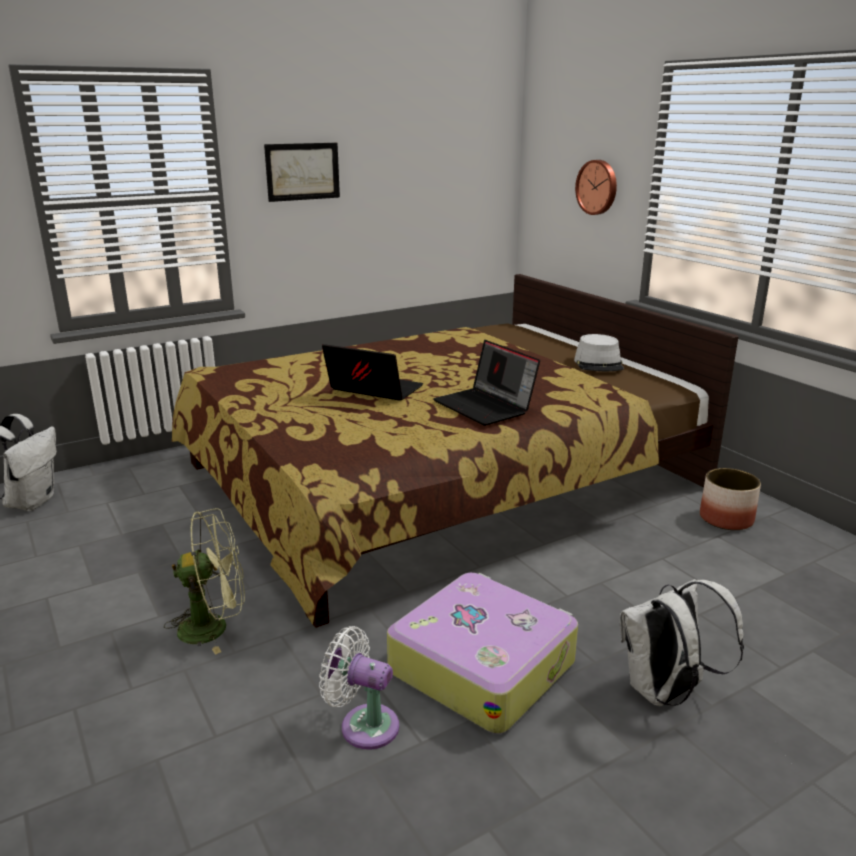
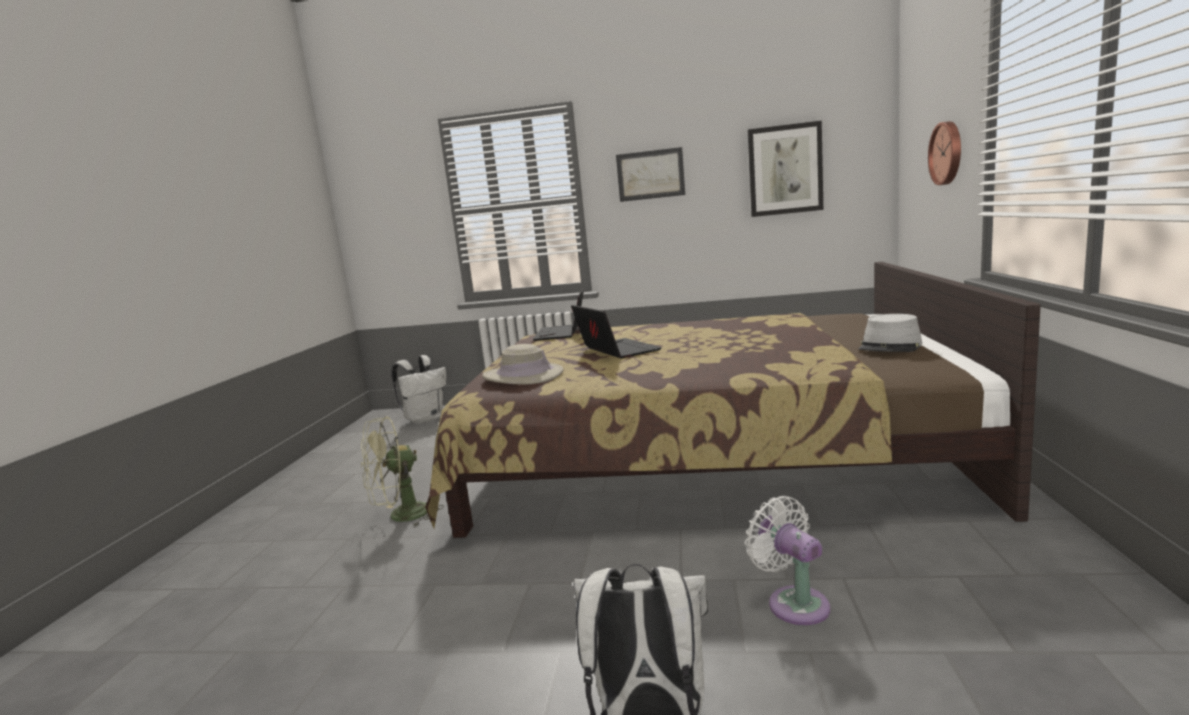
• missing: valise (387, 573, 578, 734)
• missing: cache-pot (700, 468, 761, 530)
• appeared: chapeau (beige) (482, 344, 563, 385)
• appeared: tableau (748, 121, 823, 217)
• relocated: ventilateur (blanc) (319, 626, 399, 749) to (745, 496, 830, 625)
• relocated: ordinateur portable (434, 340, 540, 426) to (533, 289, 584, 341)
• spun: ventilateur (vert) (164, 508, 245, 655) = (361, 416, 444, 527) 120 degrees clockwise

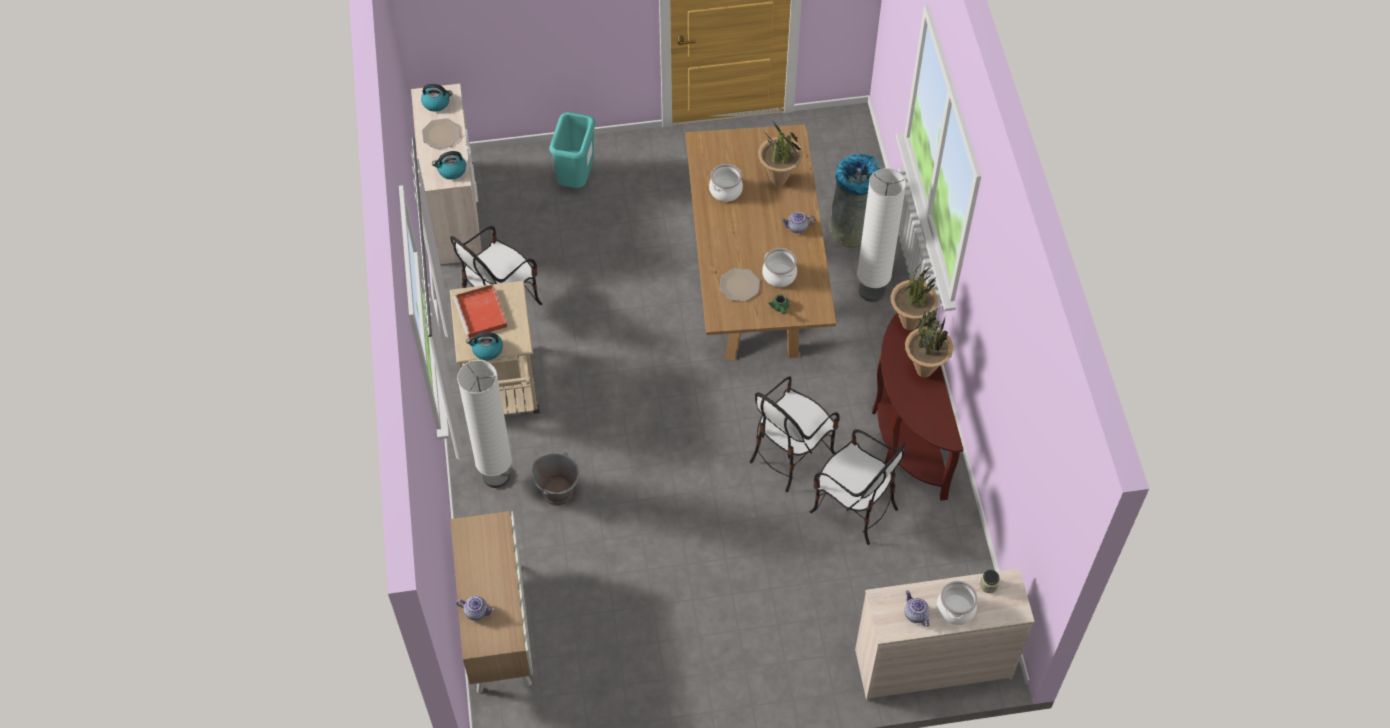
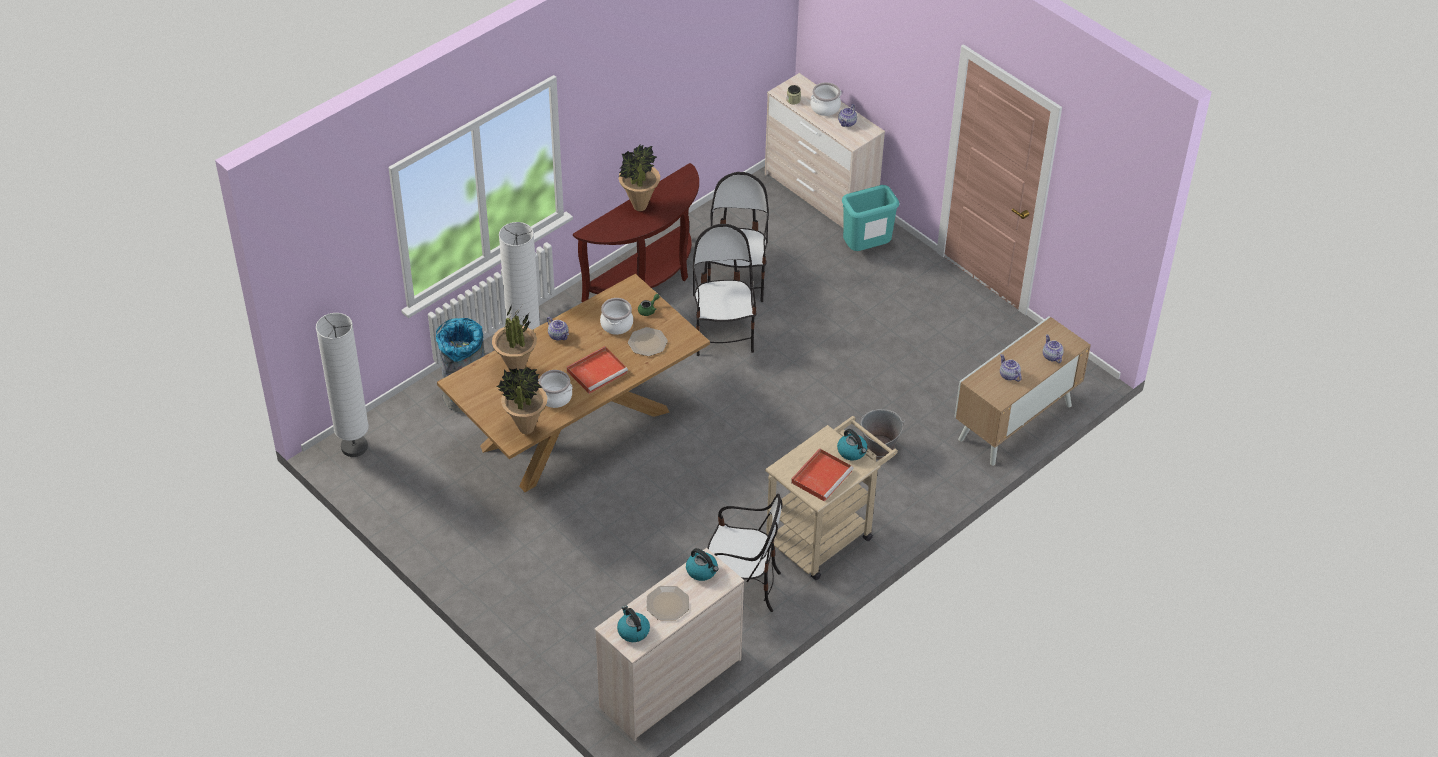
• appeared: plateau (rouge) (567, 346, 628, 394)
• appeared: théière (1000, 354, 1021, 382)
• relocated: lampadaire (blanc) (457, 360, 512, 488) to (316, 313, 369, 457)
• relocated: poubelle (turquoise) (549, 112, 596, 188) to (842, 185, 900, 251)
• relocated: plante en pot (890, 265, 938, 330) to (496, 367, 547, 434)
• spun: chaise (750, 376, 839, 492) = (693, 224, 757, 356) 105 degrees counterclockwise

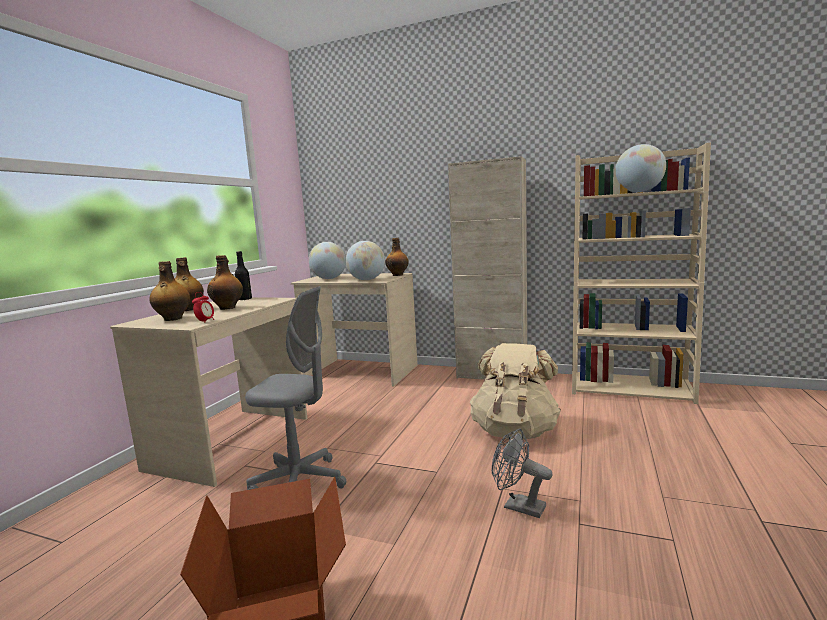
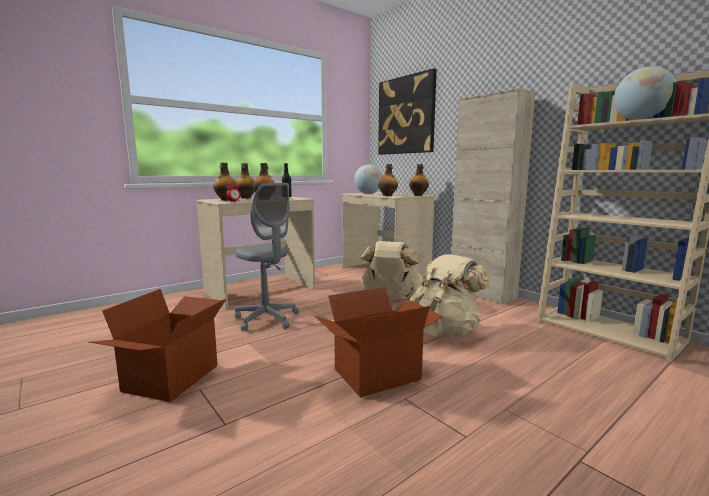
• appeared: sac à dos (beige) (361, 241, 423, 300)
• appeared: tableau (378, 68, 437, 155)
• exchanged: globe (346, 241, 385, 280) to bouteille (378, 164, 398, 196)
• exchanged: ventilateur (gris) (492, 428, 552, 518) to carton (313, 287, 443, 398)

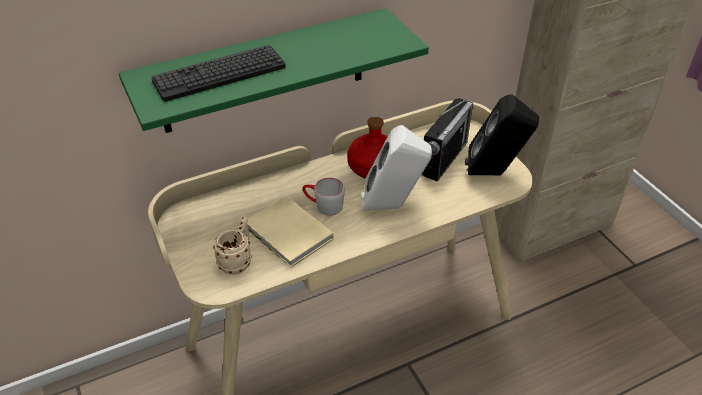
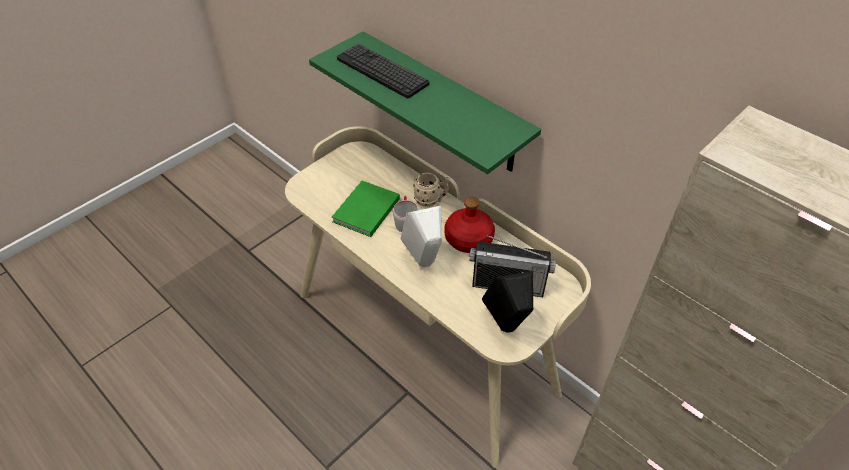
• relocated: mug (beige) (213, 217, 251, 275) to (413, 173, 450, 207)
• colour: livre (beige) (247, 196, 334, 268) to livre (vert) (332, 181, 400, 237)

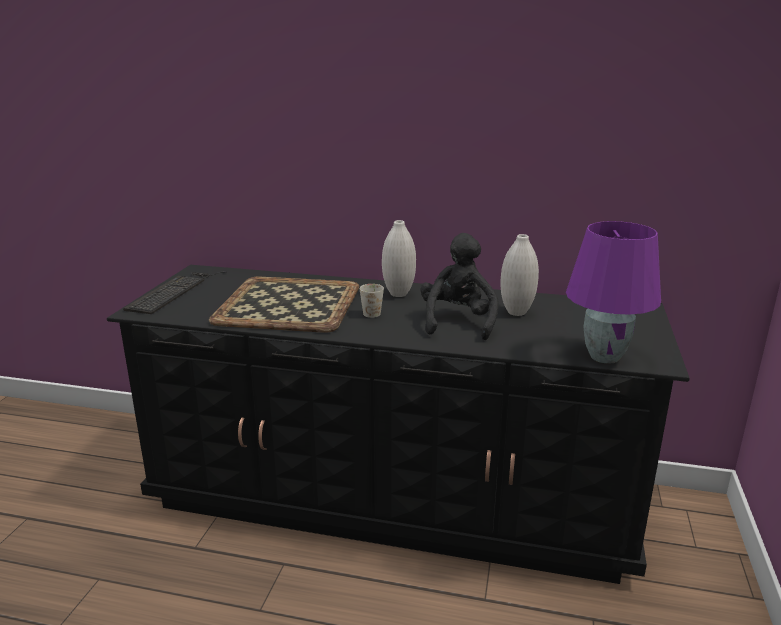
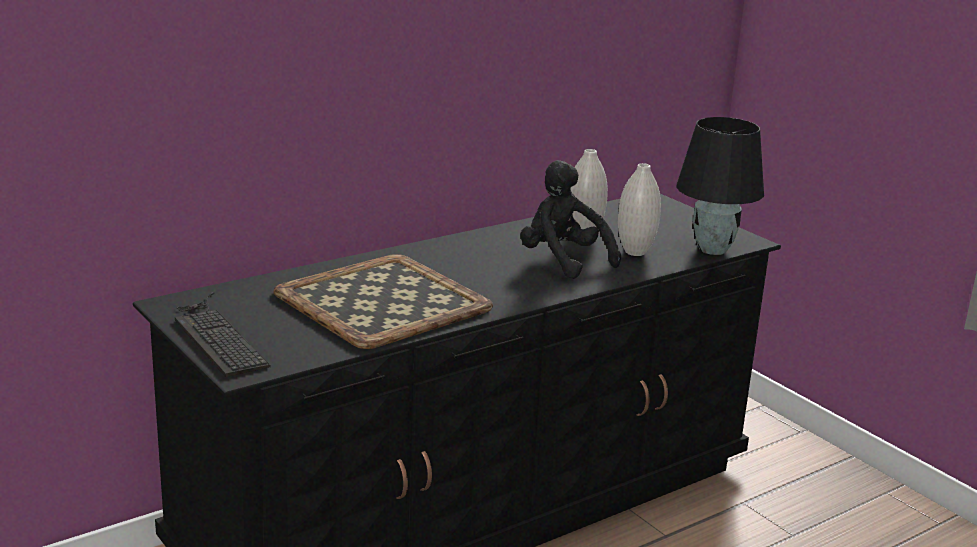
• missing: mug (blanc) (360, 284, 384, 318)
• relocated: vase (blanc) (382, 220, 416, 297) to (618, 163, 661, 256)
• colour: lampe de table (violet) (566, 221, 661, 364) to lampe de table (noir) (676, 117, 764, 255)

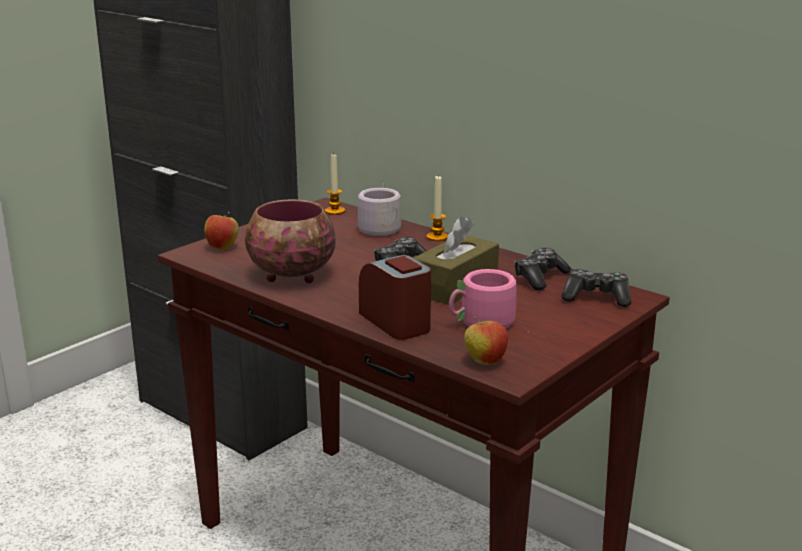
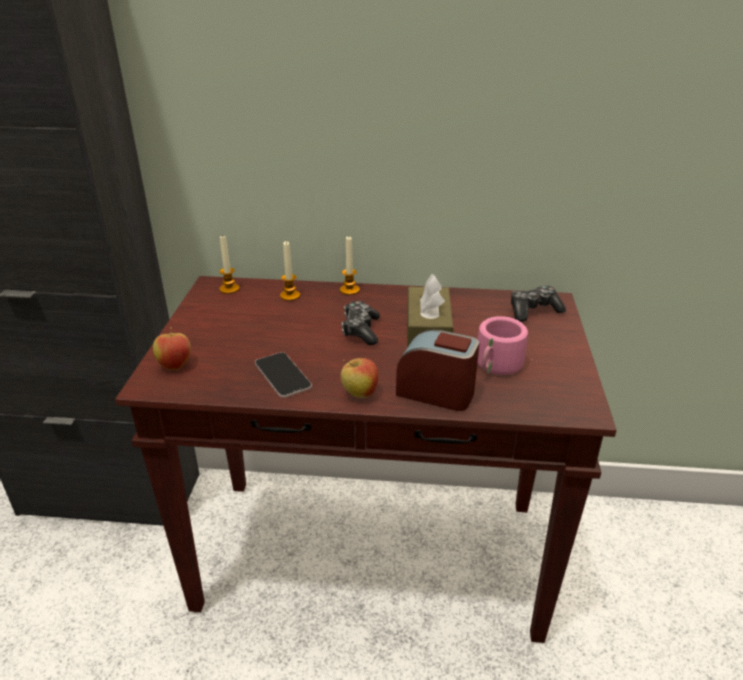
• missing: manette (514, 248, 571, 290)
• relocated: pomme (464, 317, 508, 365) to (340, 358, 378, 398)
• exchanged: bol (245, 199, 336, 283) to téléphone (255, 352, 312, 398)
• exchanged: mug (gris) (349, 184, 401, 237) to bougie (280, 241, 300, 301)

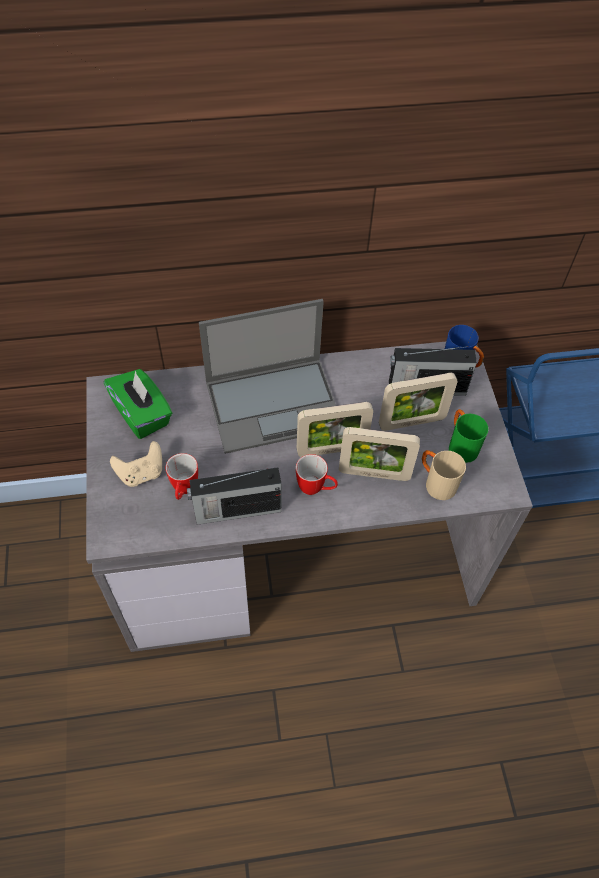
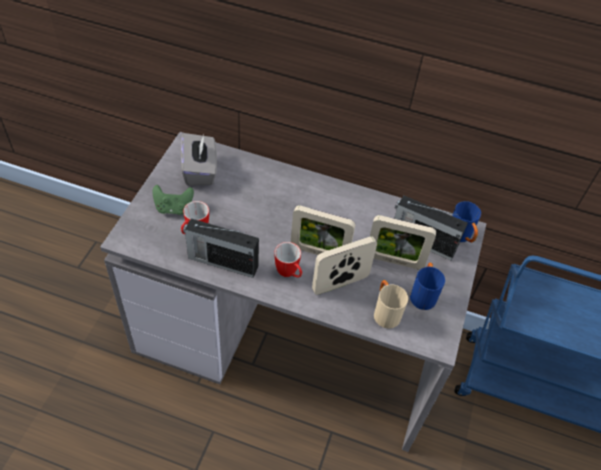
• missing: ordinateur portable (199, 299, 336, 454)
• colour: boîte à mouchoirs (vert) (104, 369, 172, 439) to boîte à mouchoirs (gris) (181, 133, 217, 186)
• colour: manette (beige) (110, 441, 162, 487) to manette (vert) (153, 185, 194, 215)
• colour: mug (vert) (449, 409, 488, 463) to mug (bleu) (410, 263, 445, 310)
• spun: cadre photo (339, 427, 420, 481) = (312, 236, 377, 295) 120 degrees clockwise

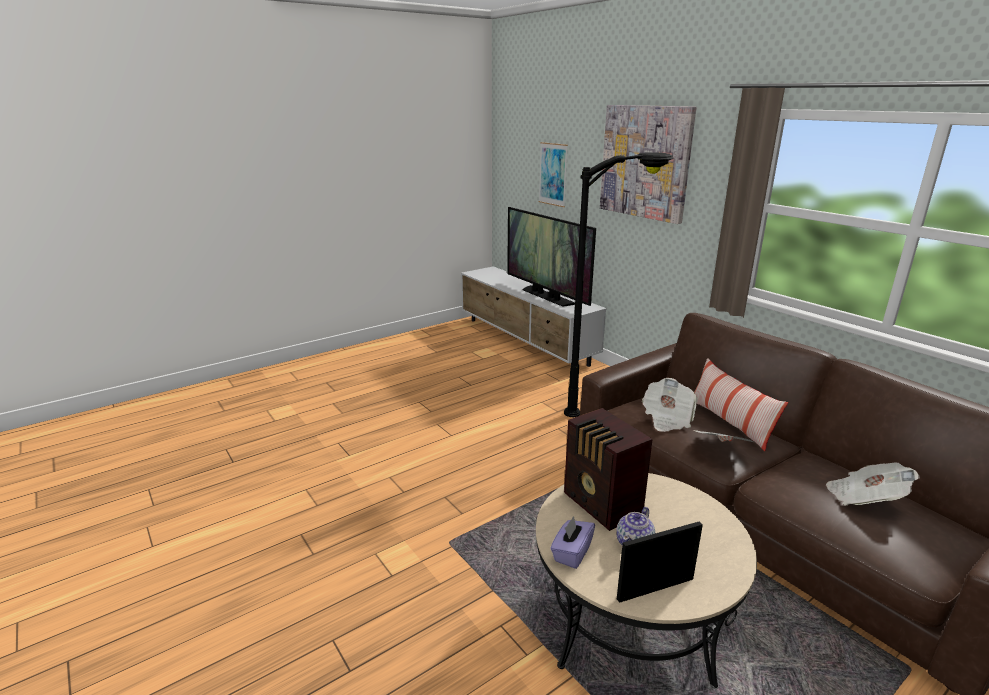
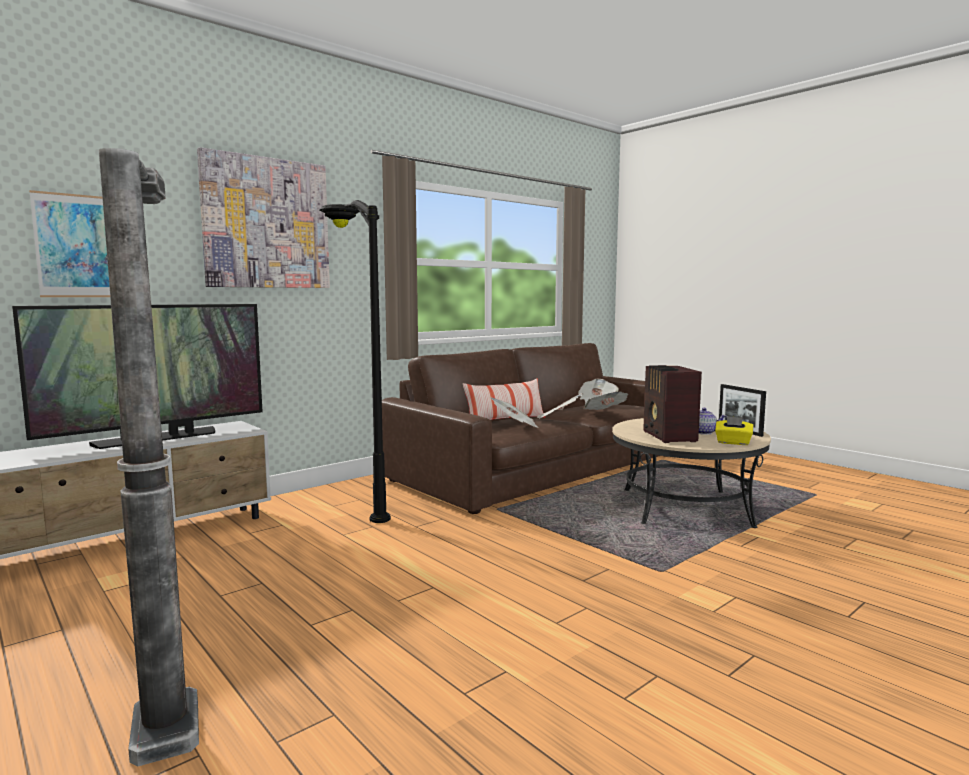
• appeared: lampadaire (99, 148, 199, 766)
• appeared: journal (584, 391, 628, 410)
• colour: boîte à mouchoirs (violet) (551, 516, 595, 569) to boîte à mouchoirs (jaune) (715, 416, 753, 445)
• spun: radio (564, 408, 653, 531) = (643, 365, 702, 443) 120 degrees clockwise

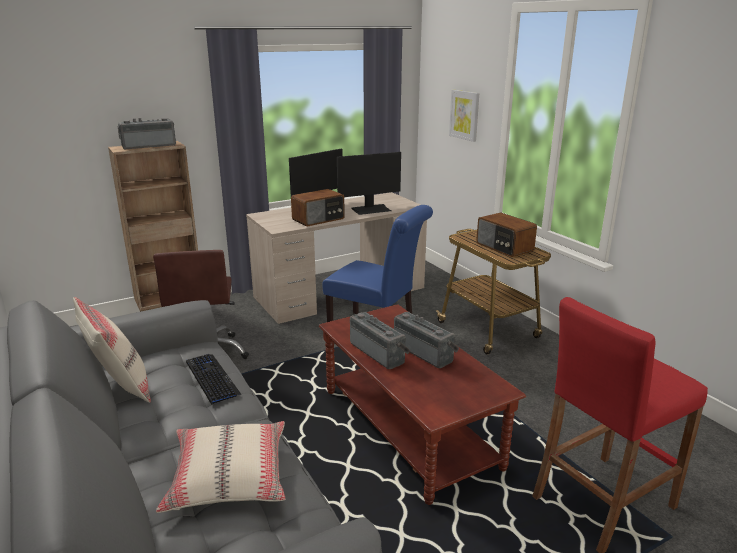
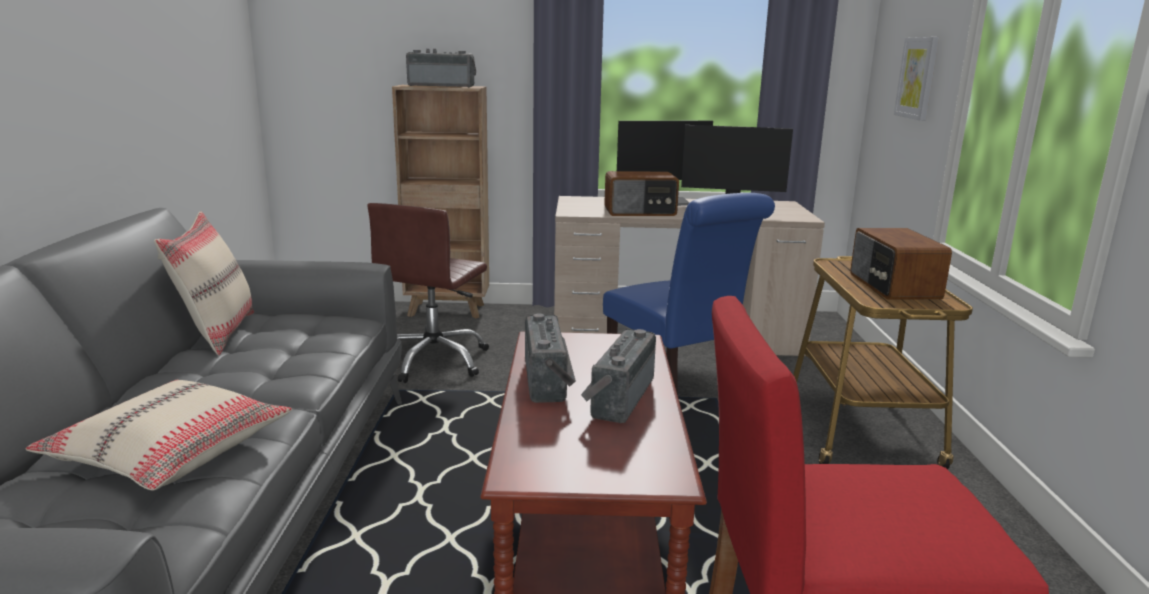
• missing: clavier (186, 354, 242, 404)
• spun: radio (394, 312, 459, 368) = (581, 329, 656, 423) 150 degrees counterclockwise

